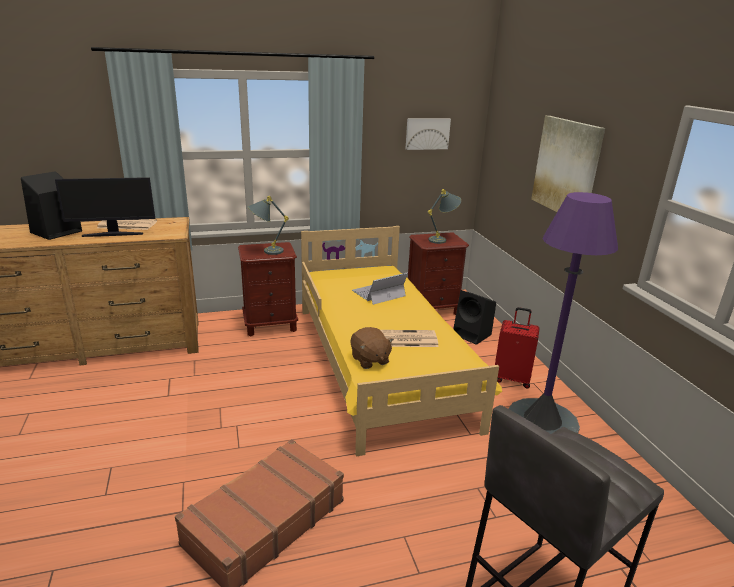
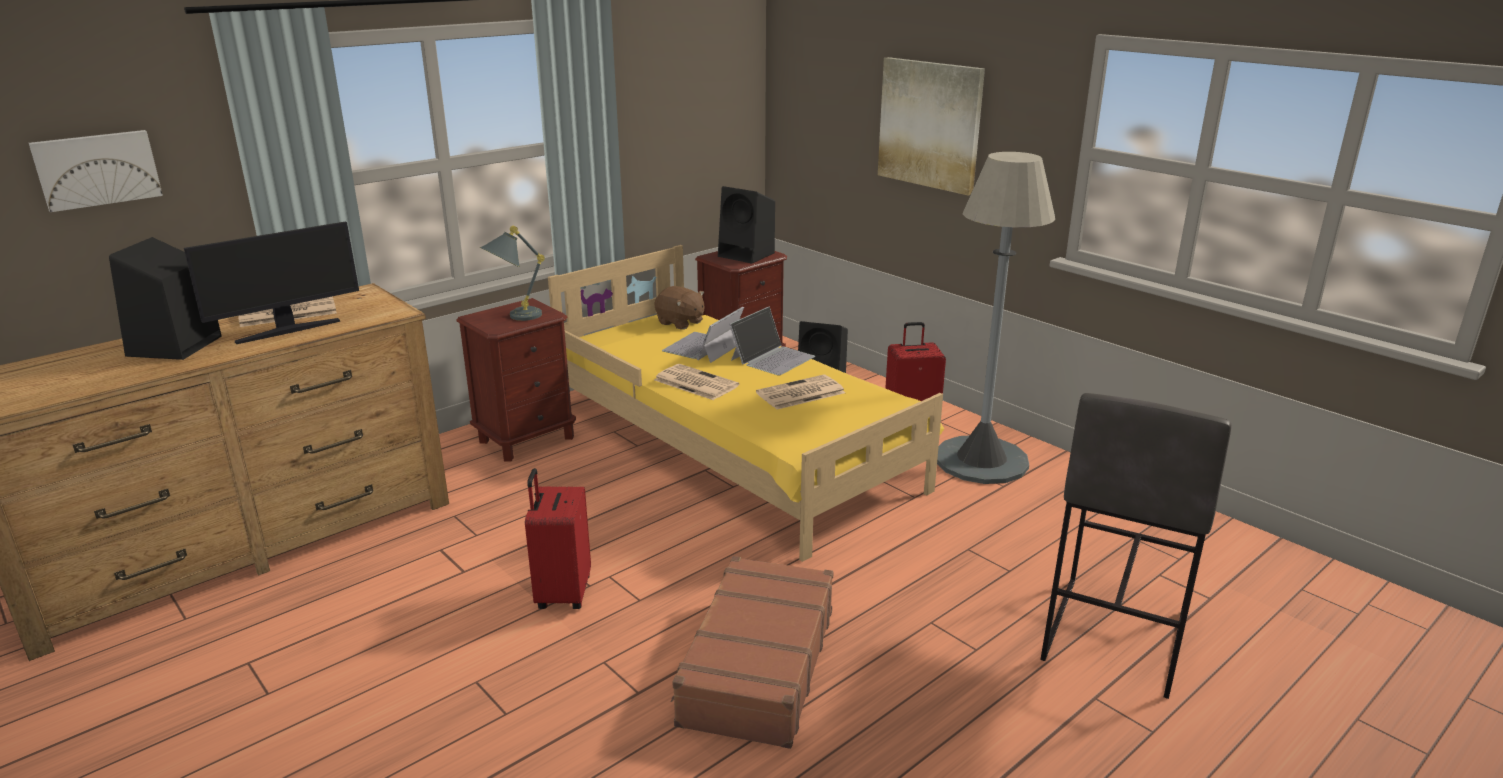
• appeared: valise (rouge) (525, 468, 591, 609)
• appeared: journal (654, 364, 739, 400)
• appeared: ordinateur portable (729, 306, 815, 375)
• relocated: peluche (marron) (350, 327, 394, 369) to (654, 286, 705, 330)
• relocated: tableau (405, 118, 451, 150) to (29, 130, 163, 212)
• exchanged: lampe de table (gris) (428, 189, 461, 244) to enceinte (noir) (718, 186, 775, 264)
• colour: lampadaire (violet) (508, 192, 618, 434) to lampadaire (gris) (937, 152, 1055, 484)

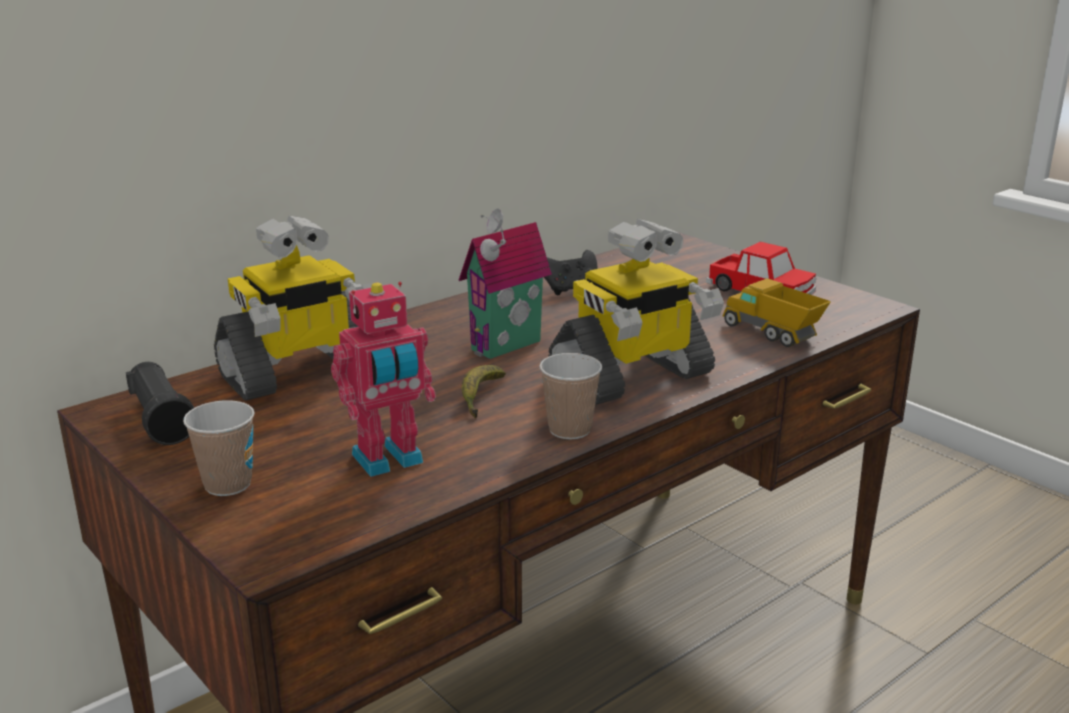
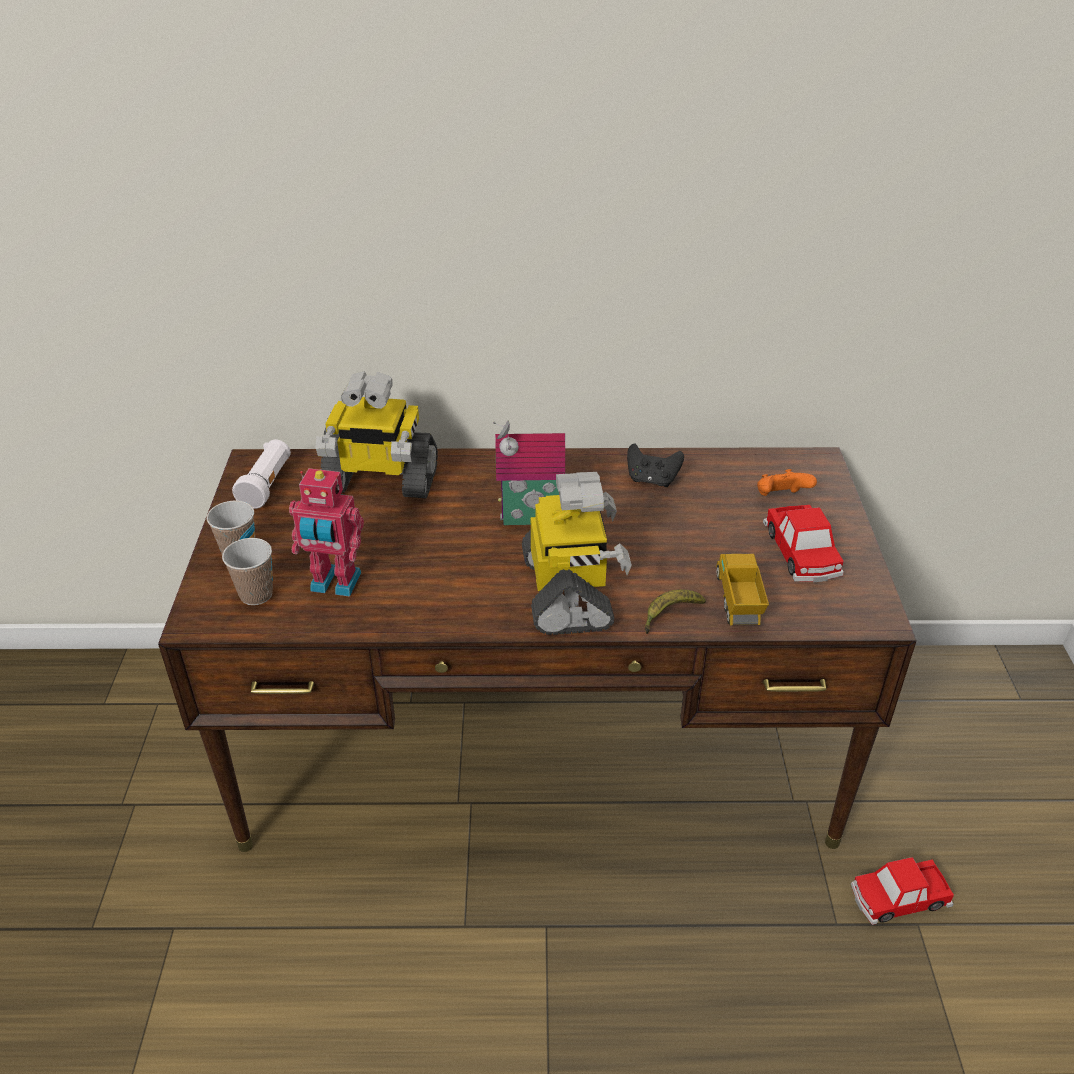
• appeared: manette (orange) (757, 469, 817, 496)
• appeared: petite voiture (851, 857, 954, 925)
• relocated: banane (462, 365, 506, 418) to (645, 589, 706, 634)
• relocated: tasse (540, 353, 602, 440) to (222, 538, 273, 605)
• colour: lampe de poche (noir) (126, 362, 194, 445) to lampe de poche (blanc) (232, 440, 291, 509)
• spun: robot jouet (548, 219, 724, 405) = (522, 472, 632, 635) 105 degrees counterclockwise

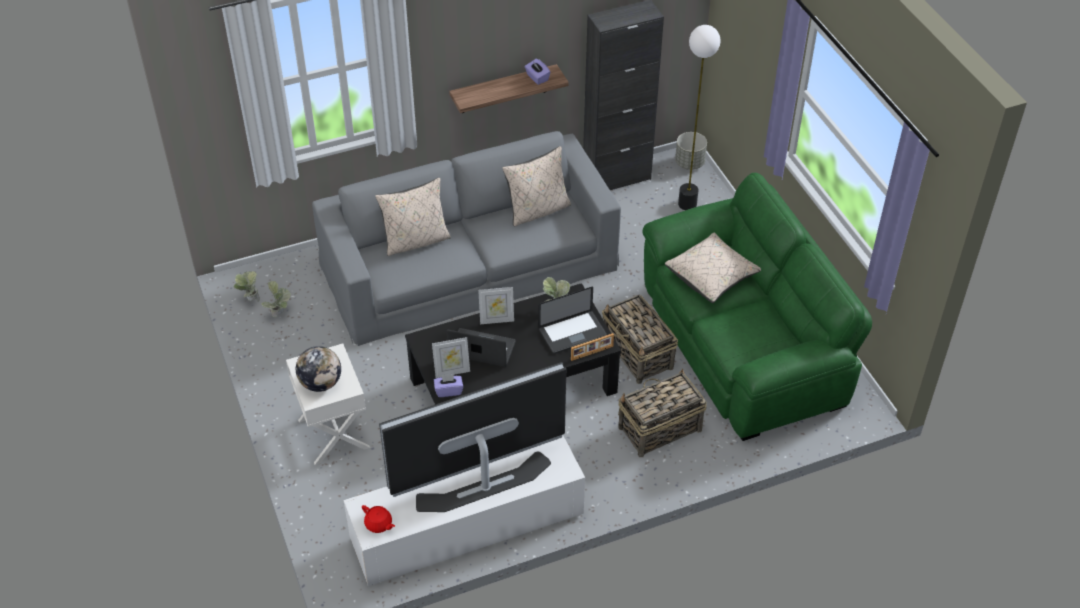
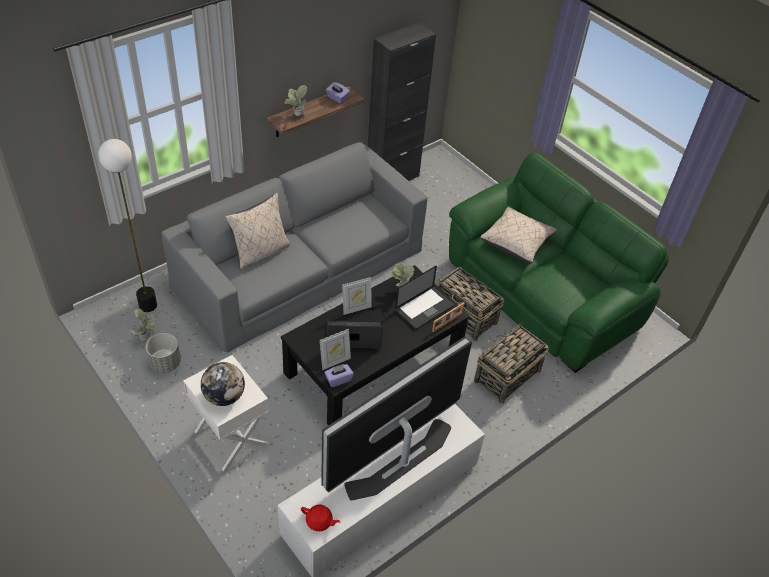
• missing: coussin (beige) (502, 146, 571, 227)
• relocated: plante en pot (233, 271, 260, 302) to (285, 85, 308, 117)
• relocated: cache-pot (gris) (675, 132, 707, 170) to (146, 333, 181, 373)
• relocated: lampadaire (678, 25, 721, 210) to (98, 139, 157, 312)

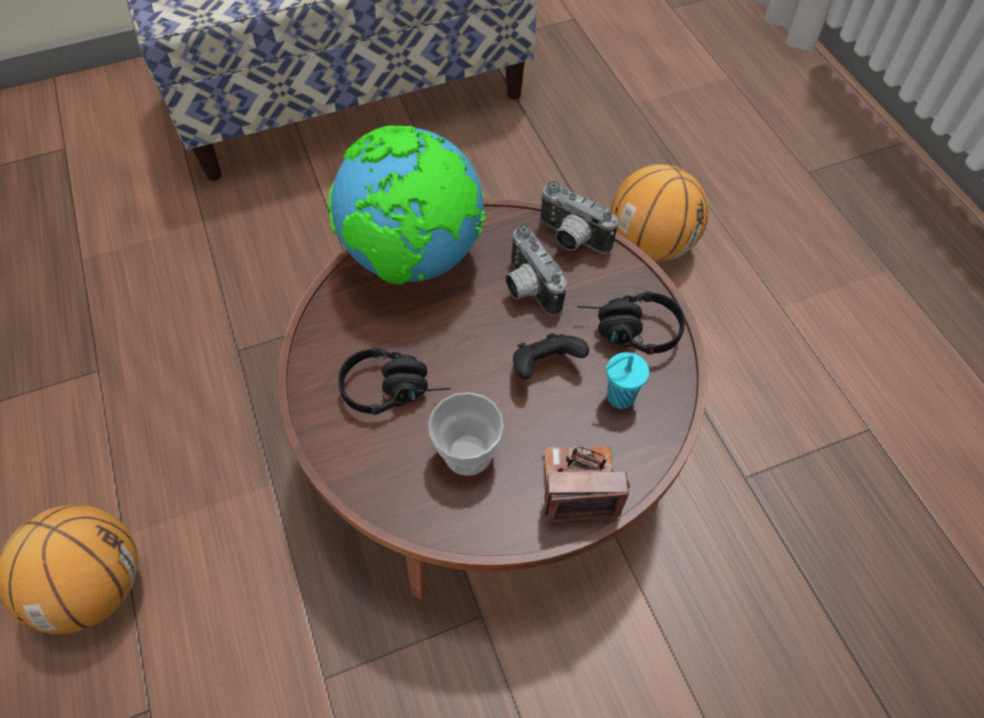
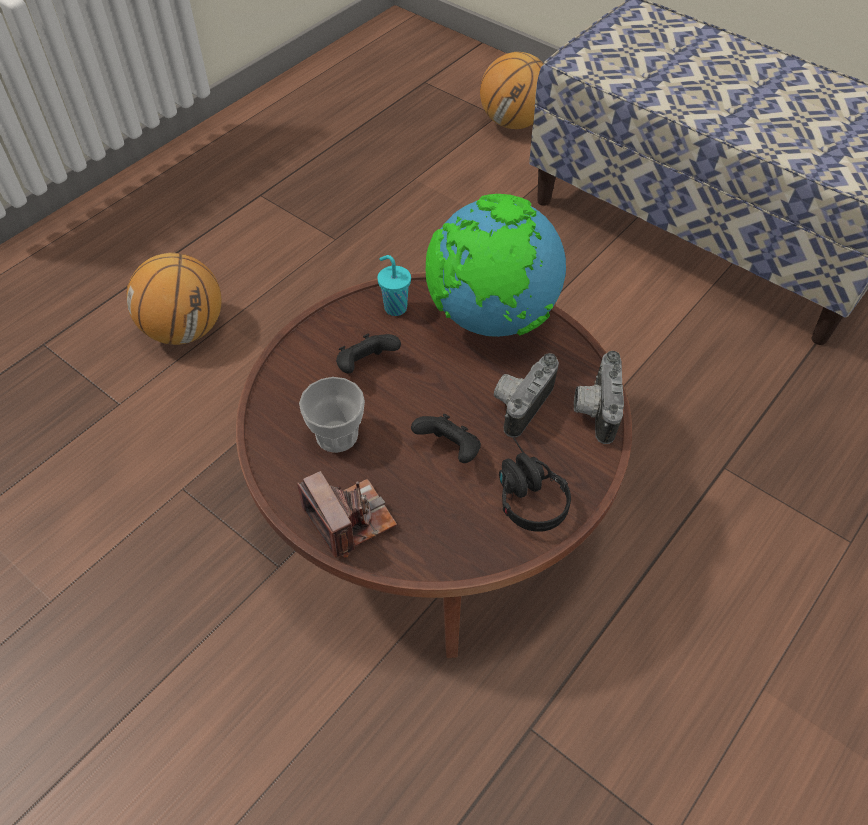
• relocated: tasse (turquoise) (605, 352, 649, 409) to (377, 255, 411, 316)
• relocated: ballon de basket (611, 164, 709, 262) to (480, 52, 544, 129)
• exchanged: casque audio (noir) (338, 347, 451, 415) to manette (noir) (336, 334, 401, 373)

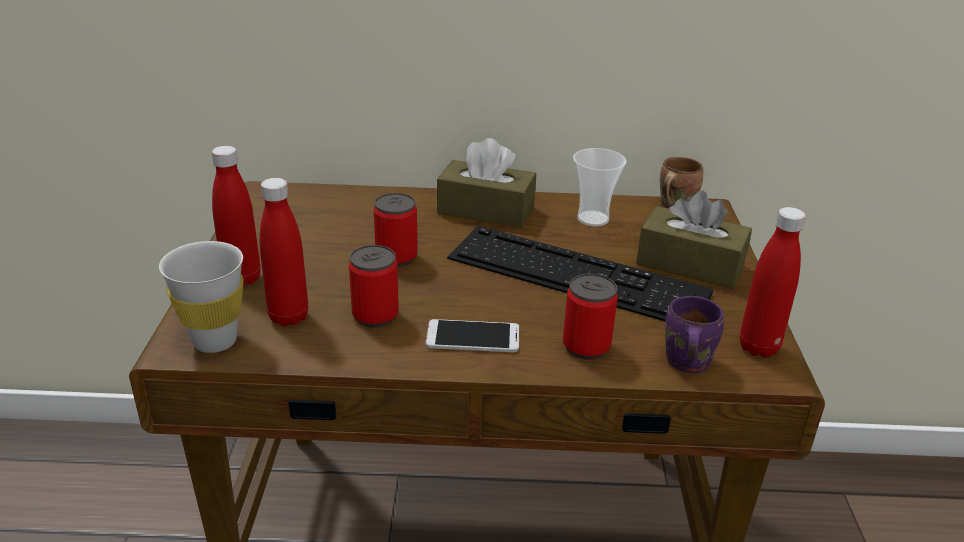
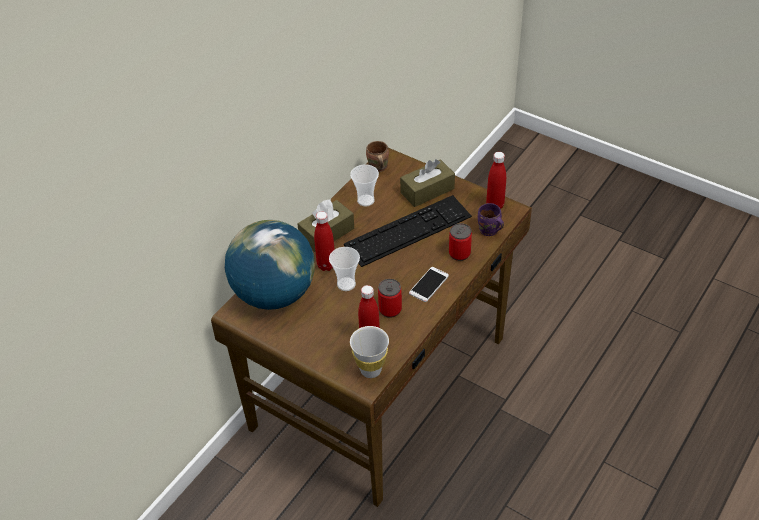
• appeared: globe (225, 220, 315, 310)
• relocated: bouteille (rouge) (212, 146, 260, 286) to (314, 211, 335, 271)
• exchanged: boîte métallique (374, 193, 418, 267) to tasse (329, 247, 360, 291)

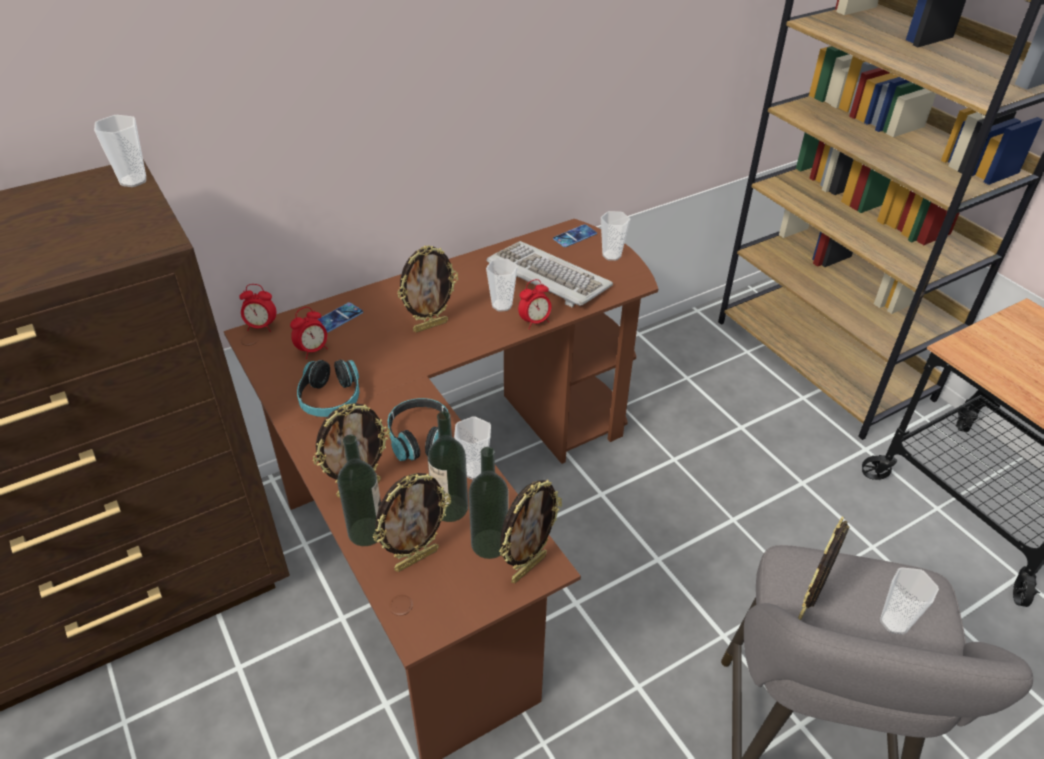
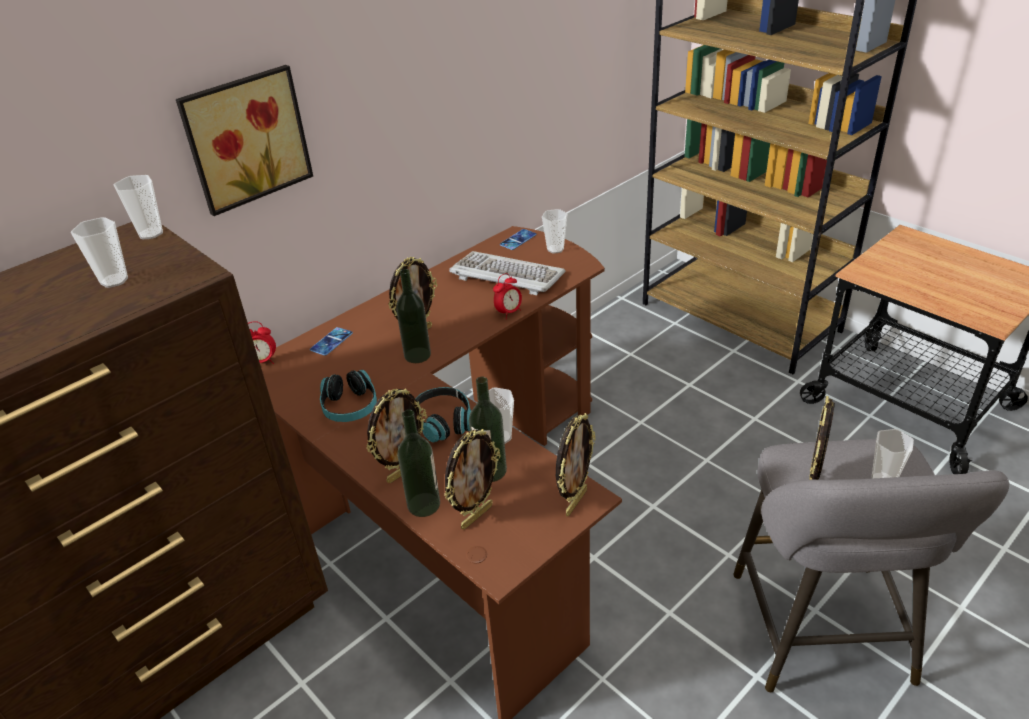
• missing: réveil (290, 307, 328, 359)
• appeared: tableau (176, 65, 313, 216)
• relocated: bouteille (469, 447, 508, 559) to (396, 269, 431, 363)
• relocated: tasse (486, 259, 518, 312) to (71, 217, 128, 288)

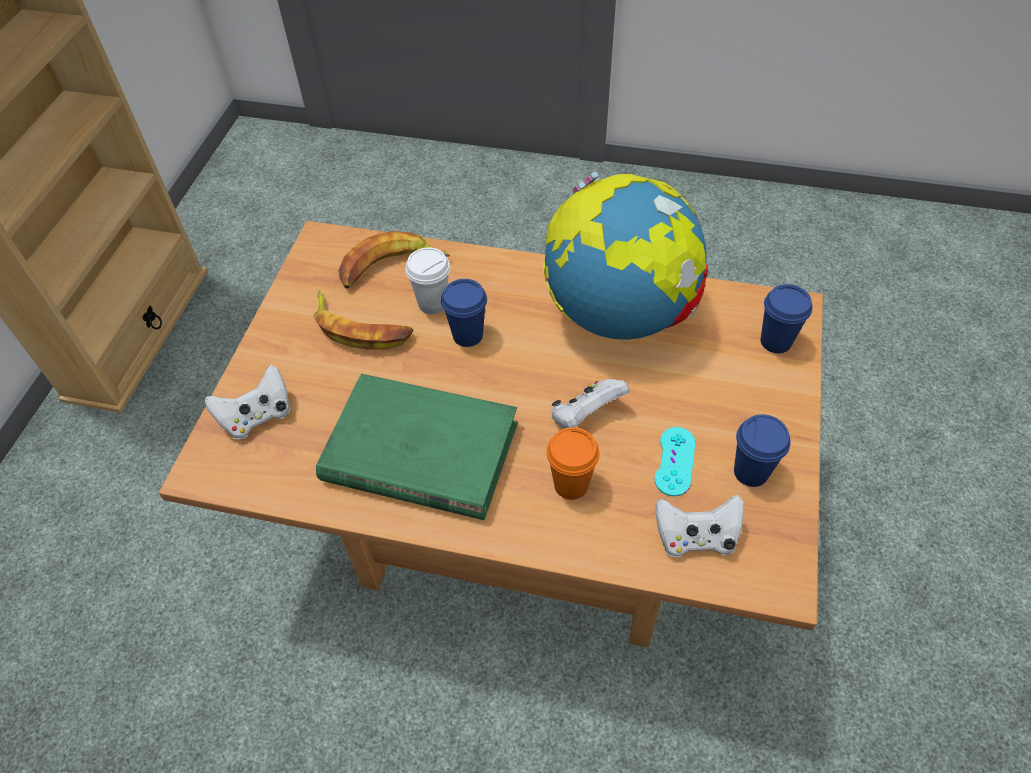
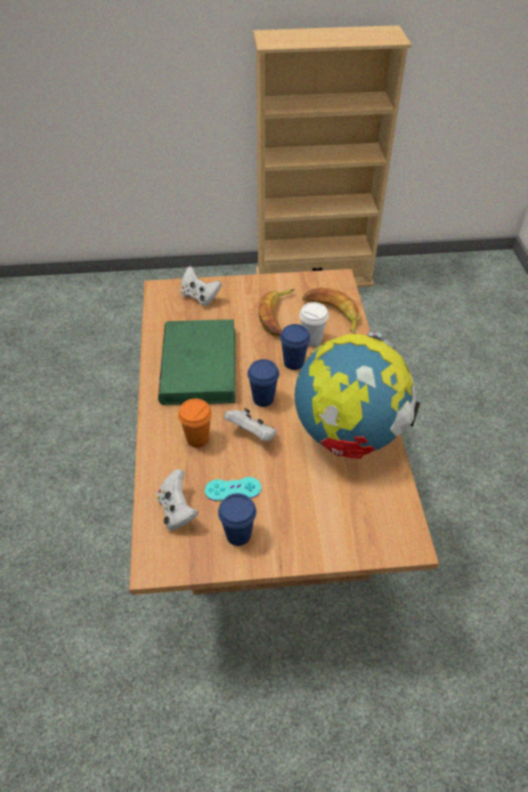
• relocated: tasse (bleu) (761, 284, 812, 353) to (247, 359, 279, 407)

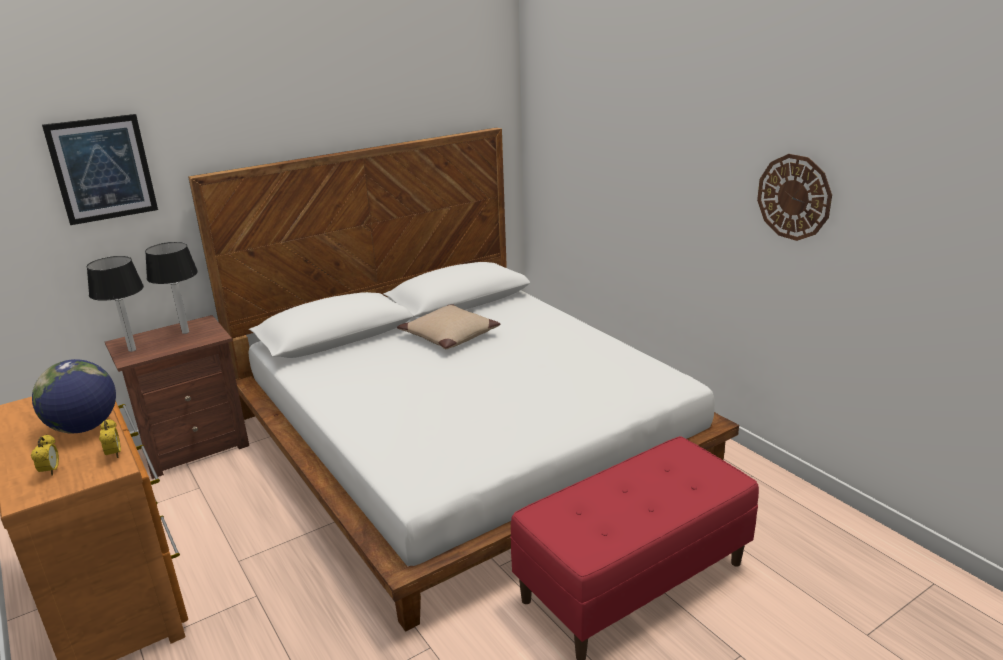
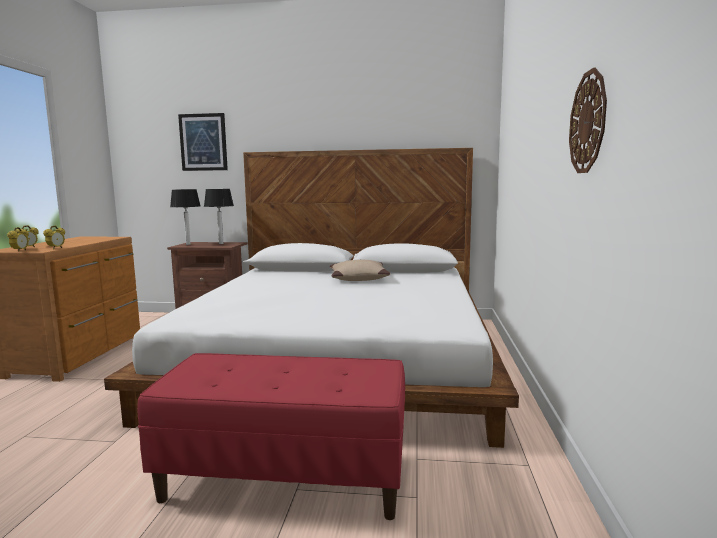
• missing: globe (32, 359, 116, 434)
• appeared: réveil (7, 227, 29, 252)

